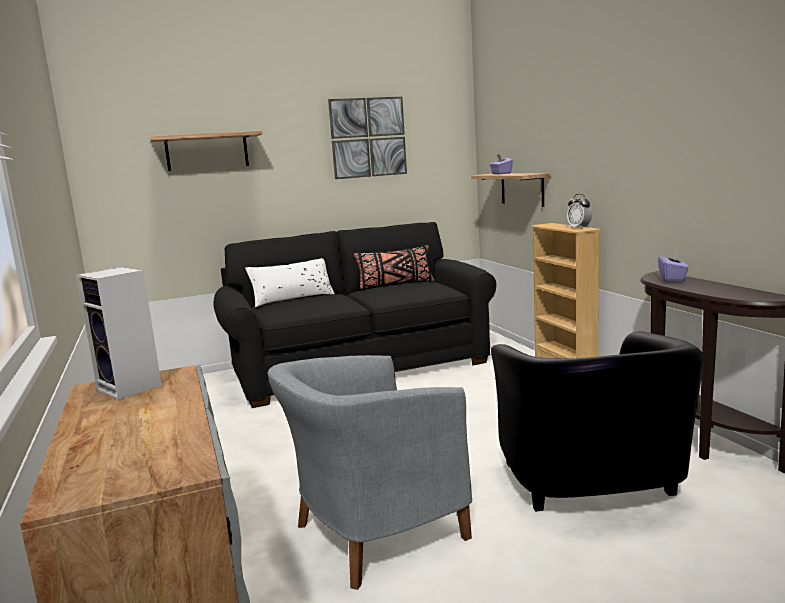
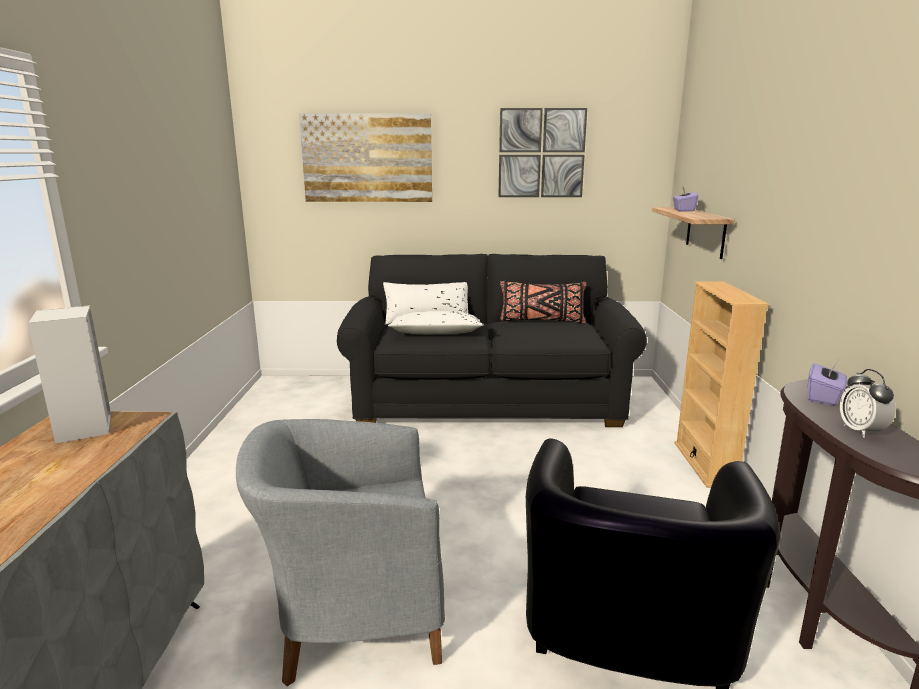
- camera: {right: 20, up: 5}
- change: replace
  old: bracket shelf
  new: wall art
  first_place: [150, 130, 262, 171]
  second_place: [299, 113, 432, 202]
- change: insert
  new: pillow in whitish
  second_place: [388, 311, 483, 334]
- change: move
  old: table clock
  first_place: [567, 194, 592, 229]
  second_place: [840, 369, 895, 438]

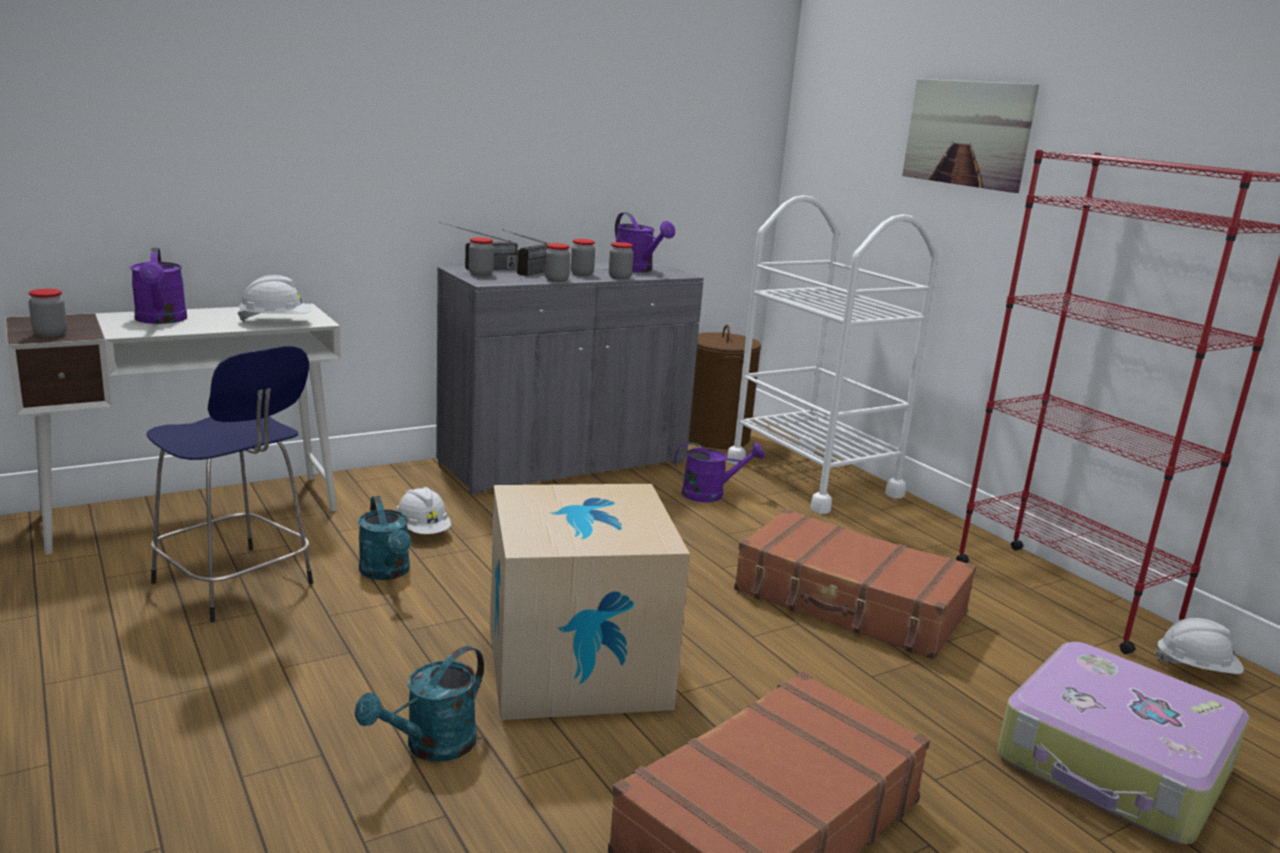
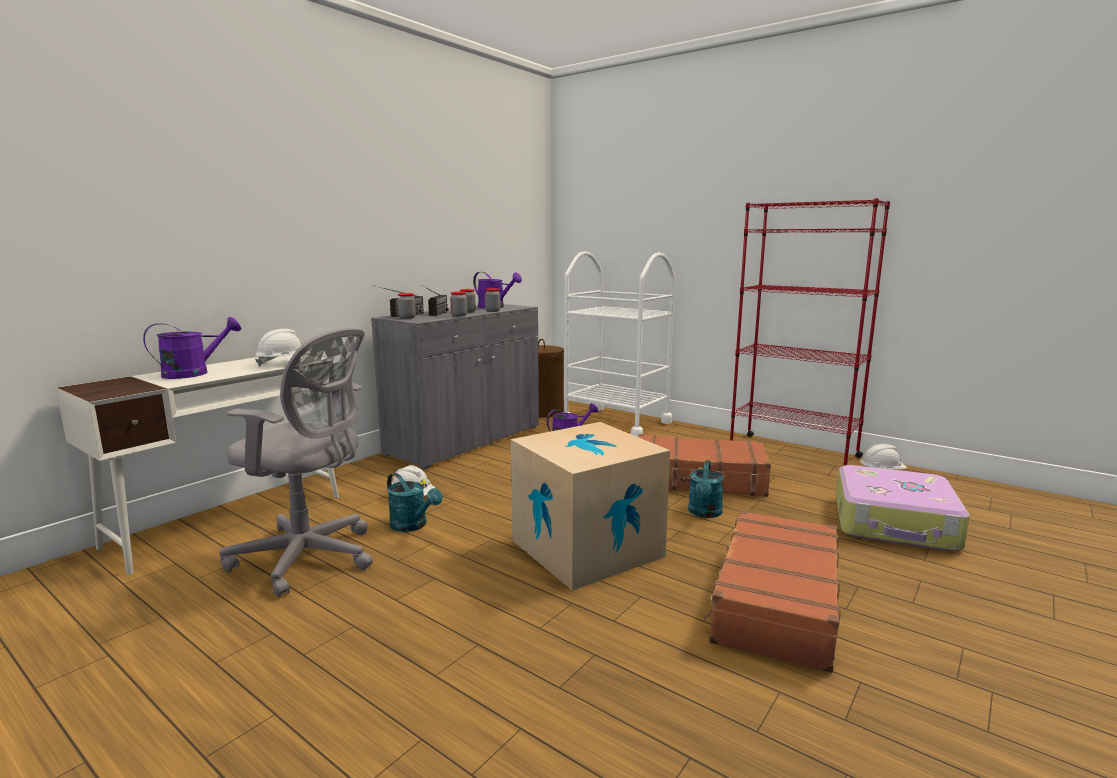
- camera: {right: -20, up: -5}
- change: rotate
  old: sprinkling can in purplish
  first_place: [130, 248, 187, 324]
  second_place: [143, 317, 241, 379]
  degrees: -90
- change: replace
  old: stool seat in bluish
  new: office chair in gray
  first_place: [146, 346, 313, 622]
  second_place: [219, 328, 373, 597]
- change: move
  old: sprinkling can in turquoise
  first_place: [355, 646, 484, 762]
  second_place: [688, 460, 724, 518]
- change: delete
  old: storage jar
  first_place: [29, 289, 67, 337]
- change: delete
  old: wall art
  first_place: [902, 79, 1039, 193]

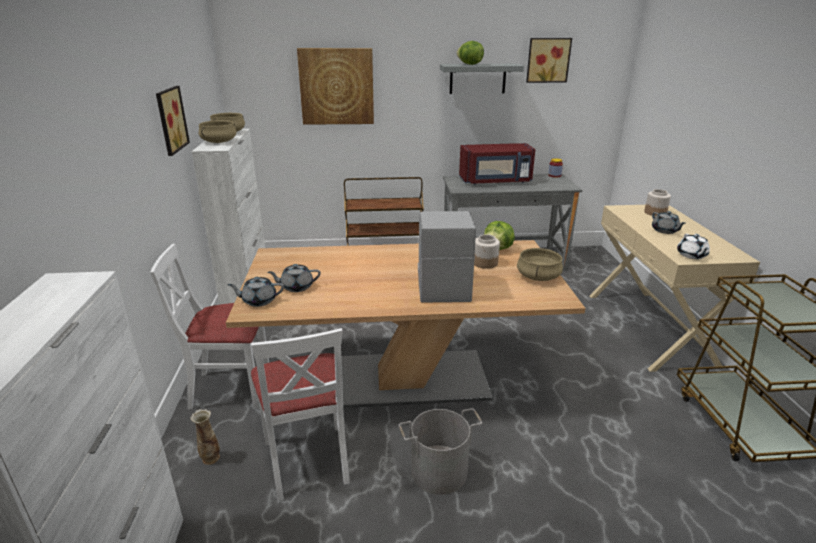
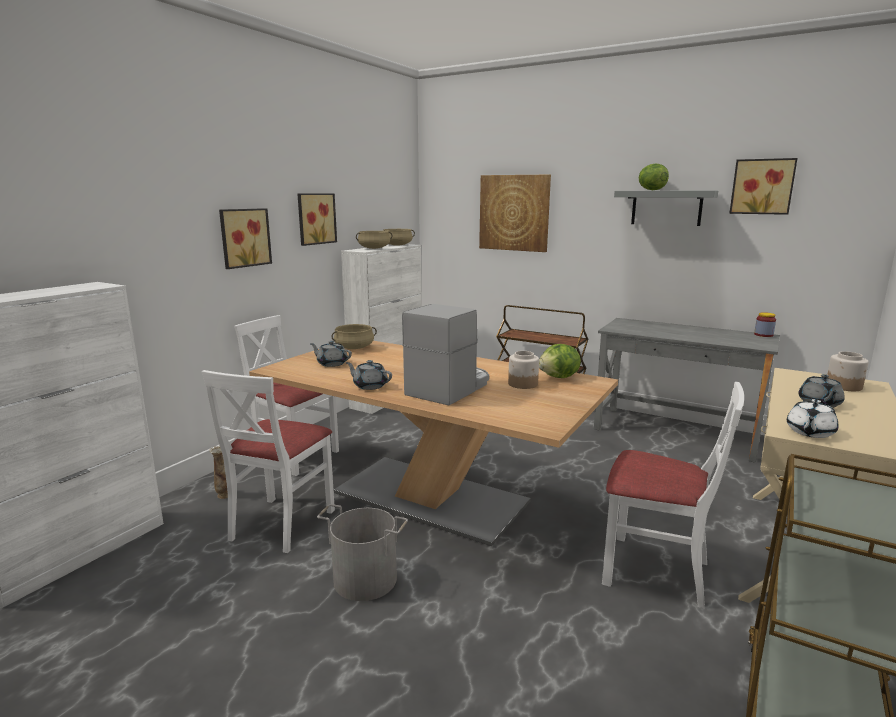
- camera: {right: 35, up: -10}
- change: insert
  new: wall art
  second_place: [219, 208, 272, 269]
- change: move
  old: cooking pot in beige
  first_place: [517, 248, 563, 281]
  second_place: [331, 324, 377, 349]
- change: move
  old: tea pot in gray
  first_place: [227, 277, 284, 307]
  second_place: [346, 360, 392, 390]
- change: insert
  new: upright chair in whitish
  second_place: [602, 381, 744, 608]
- change: delete
  old: microwave oven in red-coloured
  first_place: [459, 143, 535, 185]

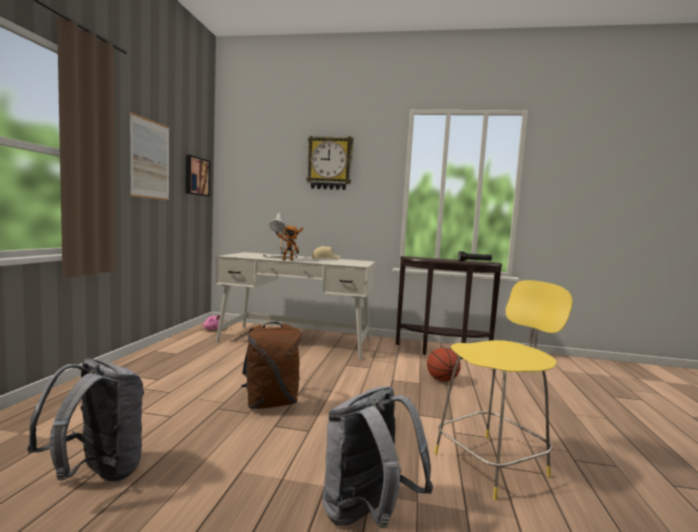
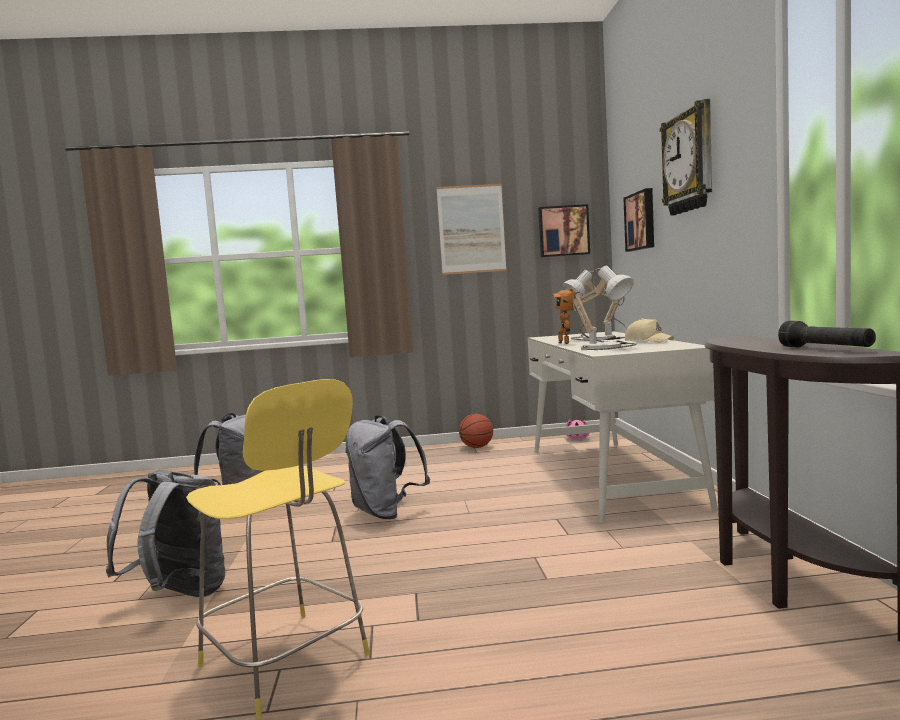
- camera: {right: 75, up: 0}
- change: recolor
  old: rucksack in brown
  new: rucksack in gray
  first_place: [241, 322, 301, 409]
  second_place: [345, 415, 430, 519]
- change: move
  old: basketball
  first_place: [427, 348, 461, 382]
  second_place: [459, 414, 493, 448]
- change: insert
  new: tabletop lamp
  second_place: [573, 266, 637, 350]
- change: insert
  new: wall art
  second_place: [623, 188, 654, 252]

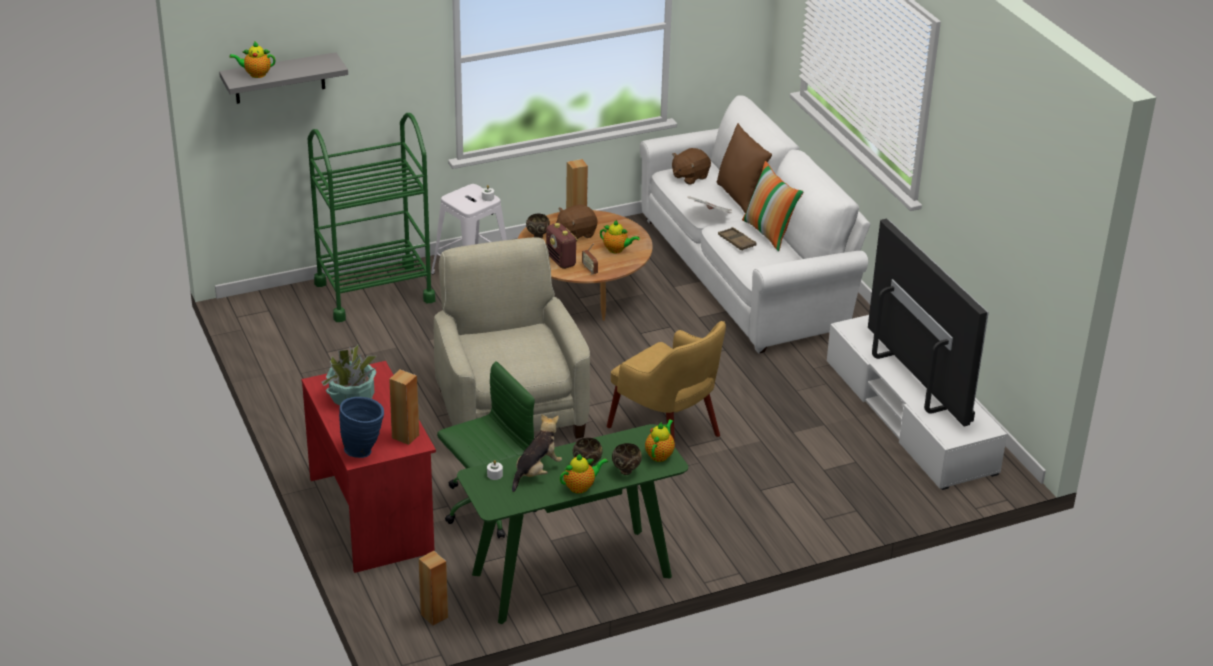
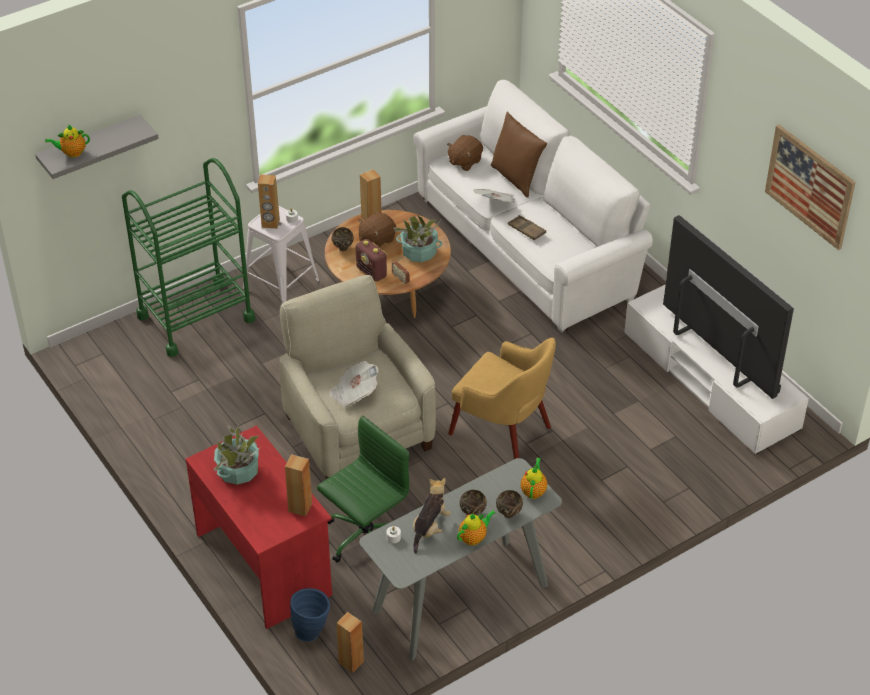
- camera: {right: -10, up: 10}
- change: insert
  new: speaker in brown
  second_place: [258, 174, 280, 229]
- change: move
  old: decorative vase in bluish
  first_place: [339, 397, 384, 458]
  second_place: [290, 588, 330, 641]
- change: insert
  new: daily paper
  second_place: [329, 361, 379, 408]
- change: recolor
  old: hall table in green
  new: hall table in gray
  first_place: [457, 424, 688, 624]
  second_place: [359, 458, 562, 661]
- change: replace
  old: tea pot
  new: houseplant
  first_place: [600, 220, 640, 253]
  second_place: [393, 215, 442, 262]
- change: insert
  new: wall art
  second_place: [765, 125, 855, 250]
- change: delete
  old: pillow
  first_place: [742, 161, 803, 251]

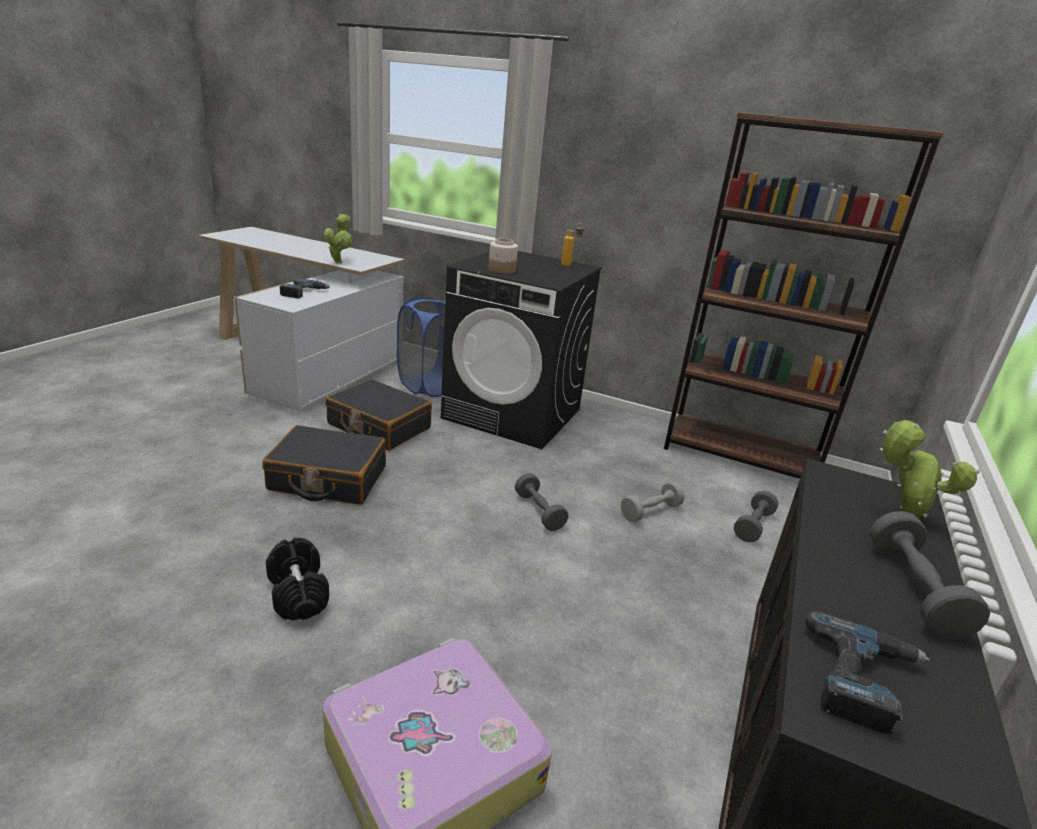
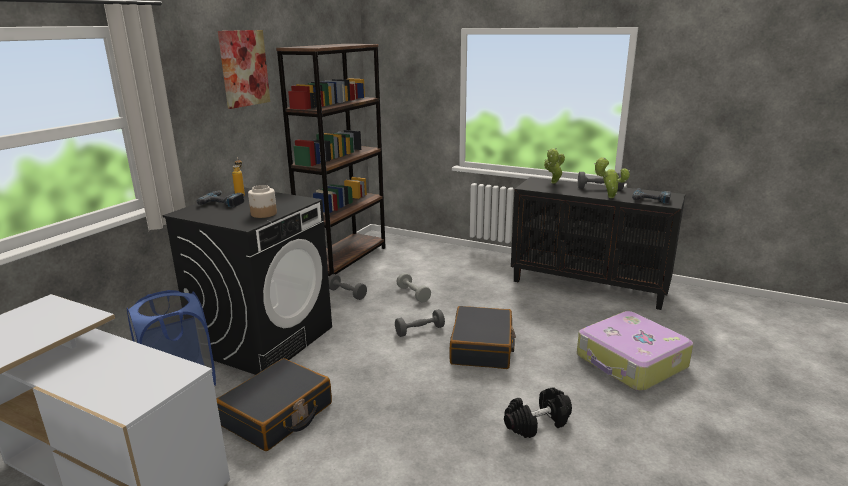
- camera: {right: -85, up: -5}
- change: move
  old: electric drill
  first_place: [280, 278, 330, 298]
  second_place: [197, 190, 244, 208]
- change: insert
  new: wall art
  second_place: [218, 30, 270, 109]
- change: move
  old: free weight in gray
  first_place: [734, 491, 778, 542]
  second_place: [328, 274, 367, 300]
- change: move
  old: suitcase in black-coloured
  first_place: [262, 425, 386, 505]
  second_place: [450, 306, 516, 369]
- change: move
  old: houseplant
  first_place: [324, 214, 352, 264]
  second_place: [594, 157, 630, 198]

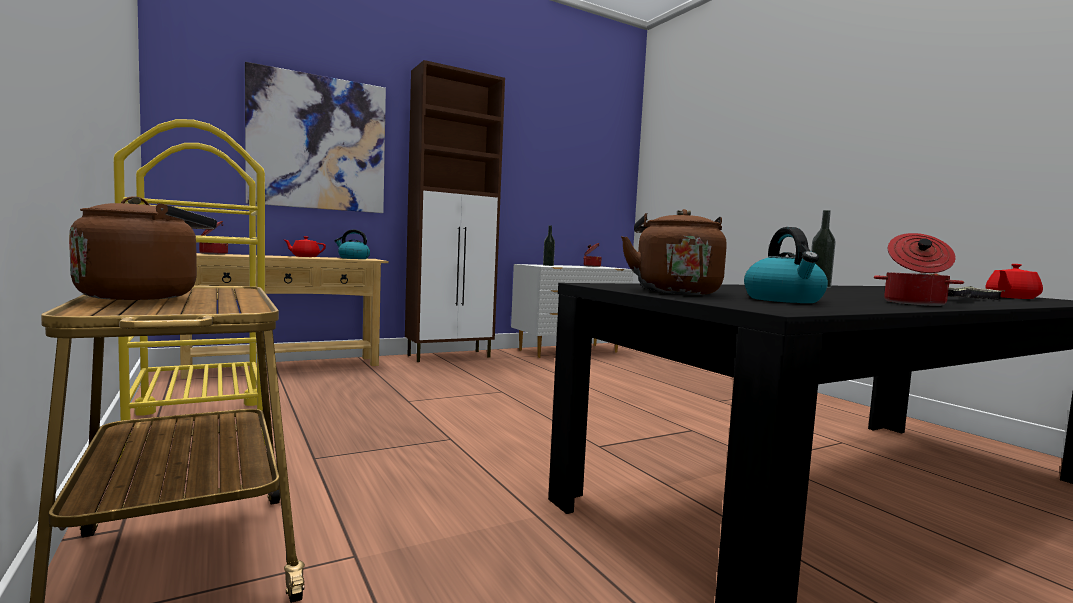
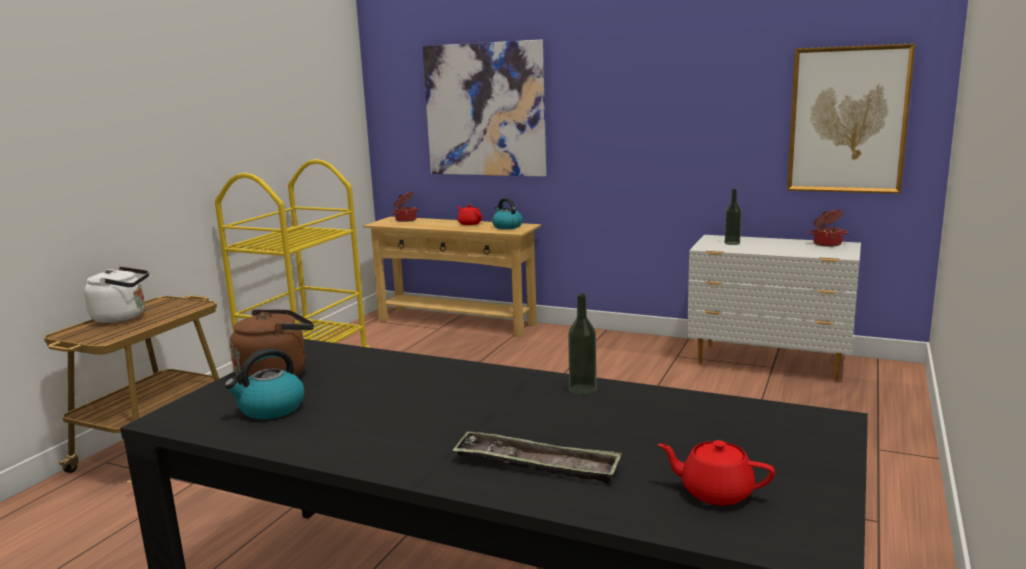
- camera: {right: 55, up: 10}
- change: recolor
  old: tea kettle in brown
  new: tea kettle in whitish
  first_place: [69, 196, 217, 300]
  second_place: [84, 266, 149, 323]
- change: insert
  new: wall art
  second_place: [787, 43, 915, 194]
- change: delete
  old: storage cabinet in brown
  first_place: [405, 60, 505, 362]
- change: delete
  old: cooking pot
  first_place: [874, 233, 964, 306]

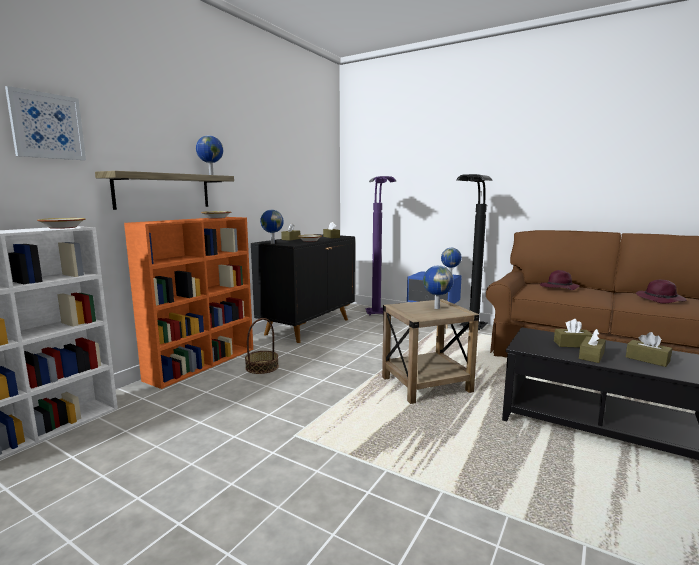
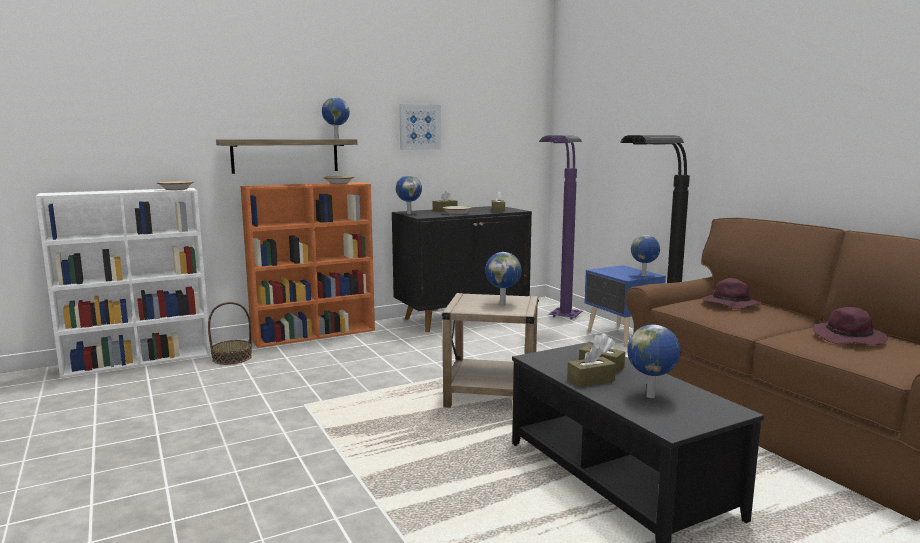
- camera: {right: 30, up: 0}
- change: move
  old: basket
  first_place: [245, 318, 279, 374]
  second_place: [208, 302, 252, 365]
- change: move
  old: wall art
  first_place: [5, 86, 86, 160]
  second_place: [399, 104, 441, 150]
- change: replace
  old: tissue holder in brown
  new: desk globe
  first_place: [626, 332, 672, 367]
  second_place: [627, 324, 680, 398]

